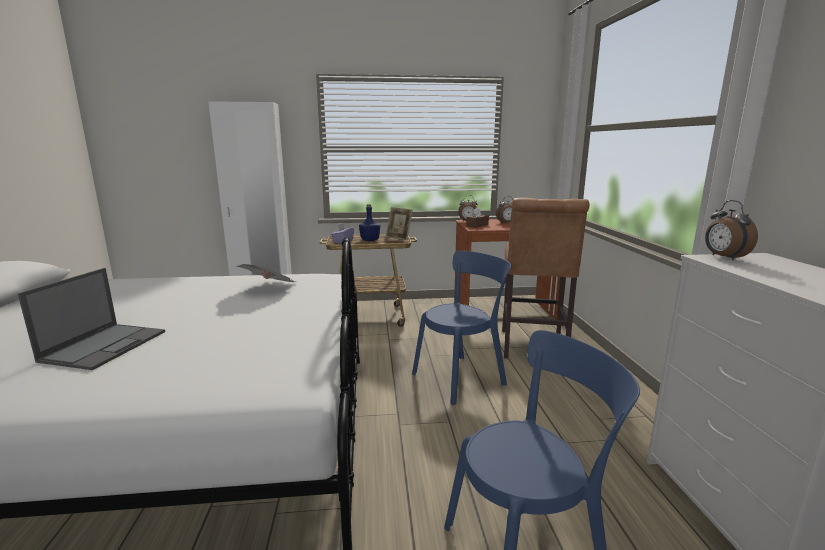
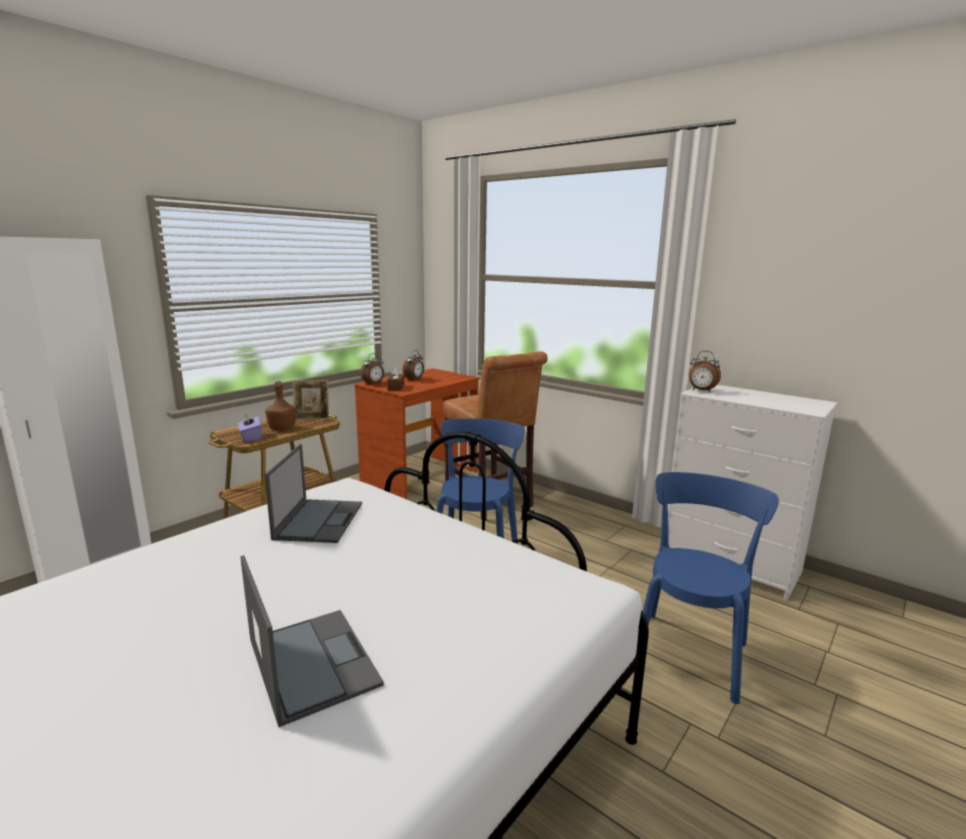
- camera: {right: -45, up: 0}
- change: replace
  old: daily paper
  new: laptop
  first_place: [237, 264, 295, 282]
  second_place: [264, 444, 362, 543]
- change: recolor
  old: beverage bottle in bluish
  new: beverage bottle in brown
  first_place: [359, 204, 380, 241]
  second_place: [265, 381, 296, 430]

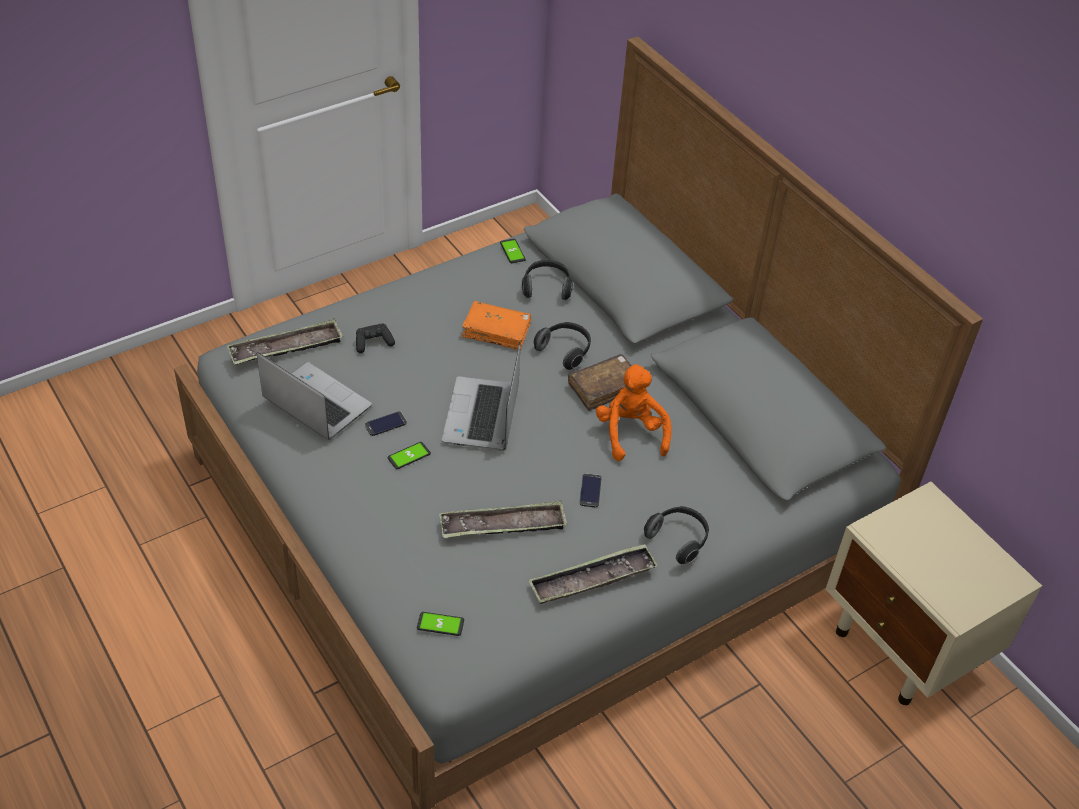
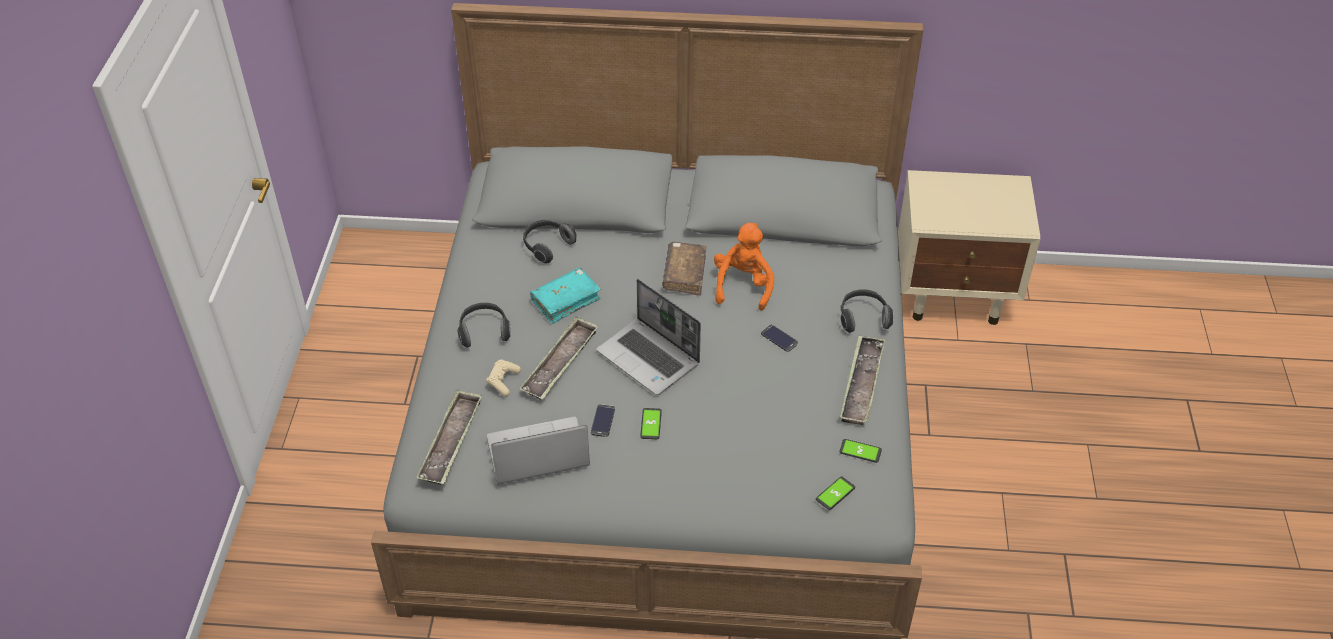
- camera: {right: -50, up: 0}
- change: move
  old: pair of headphones
  first_place: [533, 322, 591, 370]
  second_place: [457, 303, 511, 348]
- change: recolor
  old: joypad in black-coloured
  new: joypad in beige
  first_place: [356, 323, 395, 353]
  second_place: [486, 360, 521, 397]
- change: move
  old: carrying tray
  first_place: [439, 501, 567, 538]
  second_place: [520, 317, 598, 400]
- change: recolor
  old: volume in orangey
  new: volume in turquoise
  first_place: [462, 301, 531, 351]
  second_place: [530, 268, 601, 324]
- change: rotate
  old: plush toy in orangey
  first_place: [596, 364, 672, 461]
  second_place: [714, 223, 774, 311]
  degrees: 75
- change: move
  old: telephone
  first_place: [500, 239, 526, 263]
  second_place: [839, 439, 882, 463]

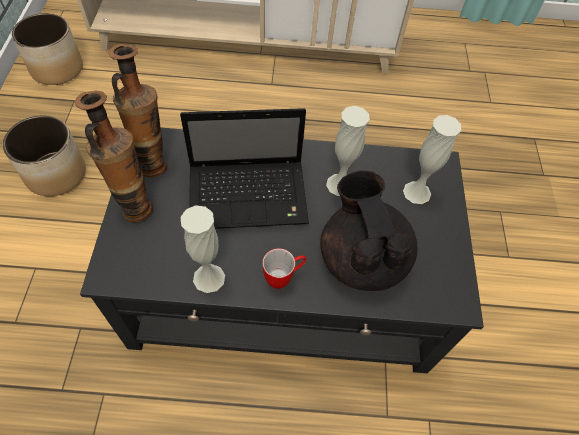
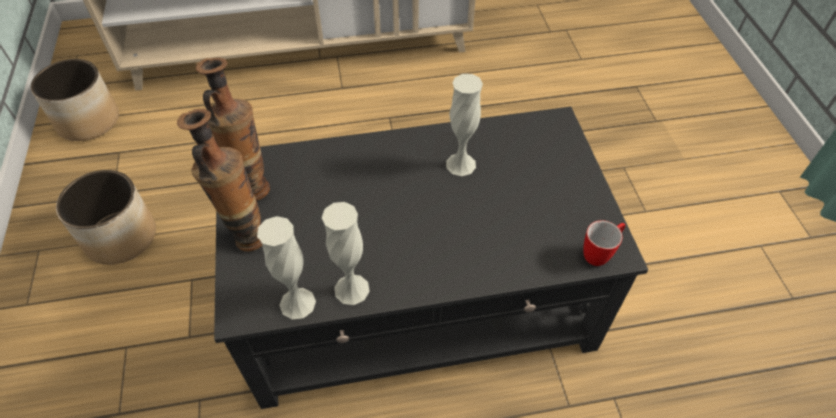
- camera: {right: -10, up: -5}
- change: move
  old: decorative vase in whitish
  first_place: [403, 115, 461, 204]
  second_place: [257, 216, 316, 319]
- change: move
  old: mug
  first_place: [262, 248, 306, 289]
  second_place: [583, 220, 625, 266]
- change: delete
  old: laptop
  first_place: [180, 108, 309, 229]
- change: delete
  old: tea pot in black-coloured
  first_place: [320, 170, 417, 291]

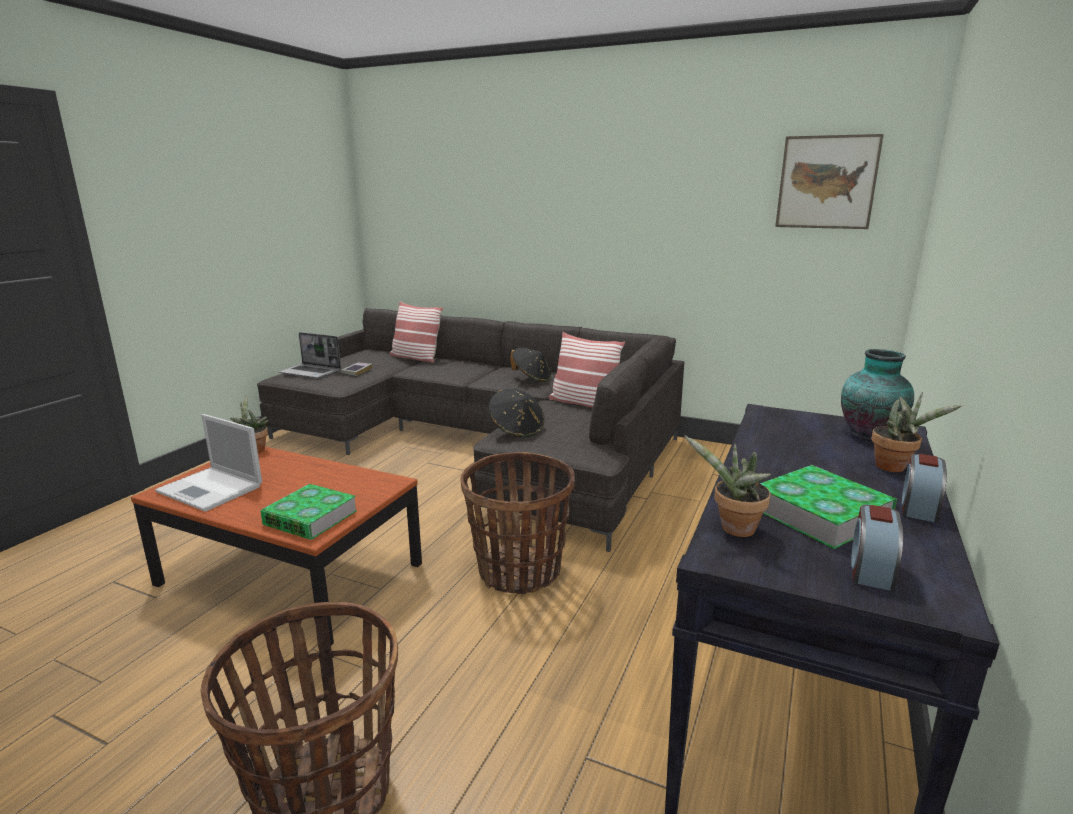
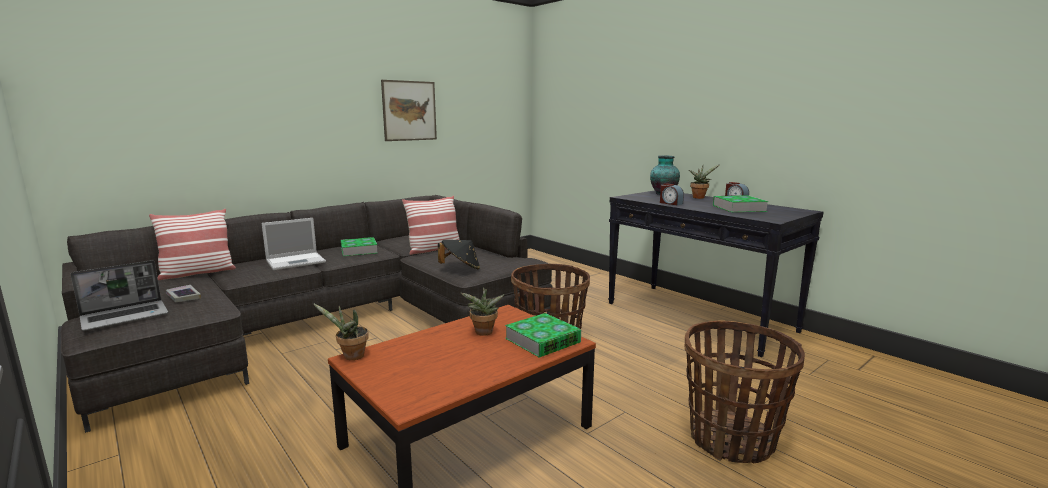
- camera: {right: -65, up: -5}
- change: move
  old: laptop
  first_place: [155, 414, 262, 512]
  second_place: [262, 218, 326, 270]
- change: replace
  old: clothing hat in black-coloured
  new: volume
  first_place: [510, 348, 552, 382]
  second_place: [341, 237, 378, 256]
- change: move
  old: wall art
  first_place: [775, 134, 884, 229]
  second_place: [381, 80, 437, 141]
- change: move
  old: houseplant
  first_place: [684, 435, 771, 537]
  second_place: [461, 287, 505, 336]
- change: move
  old: table clock
  first_place: [851, 504, 903, 591]
  second_place: [660, 183, 684, 205]

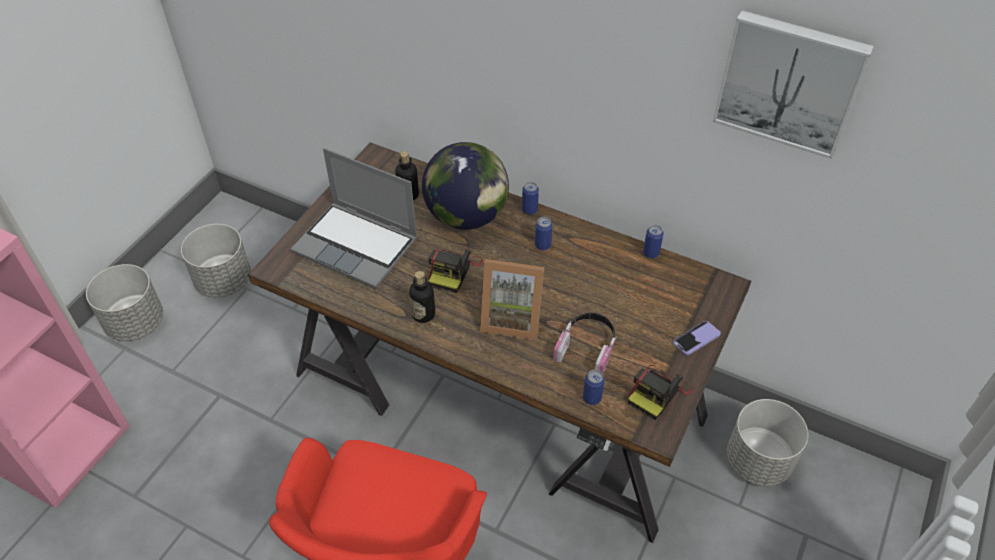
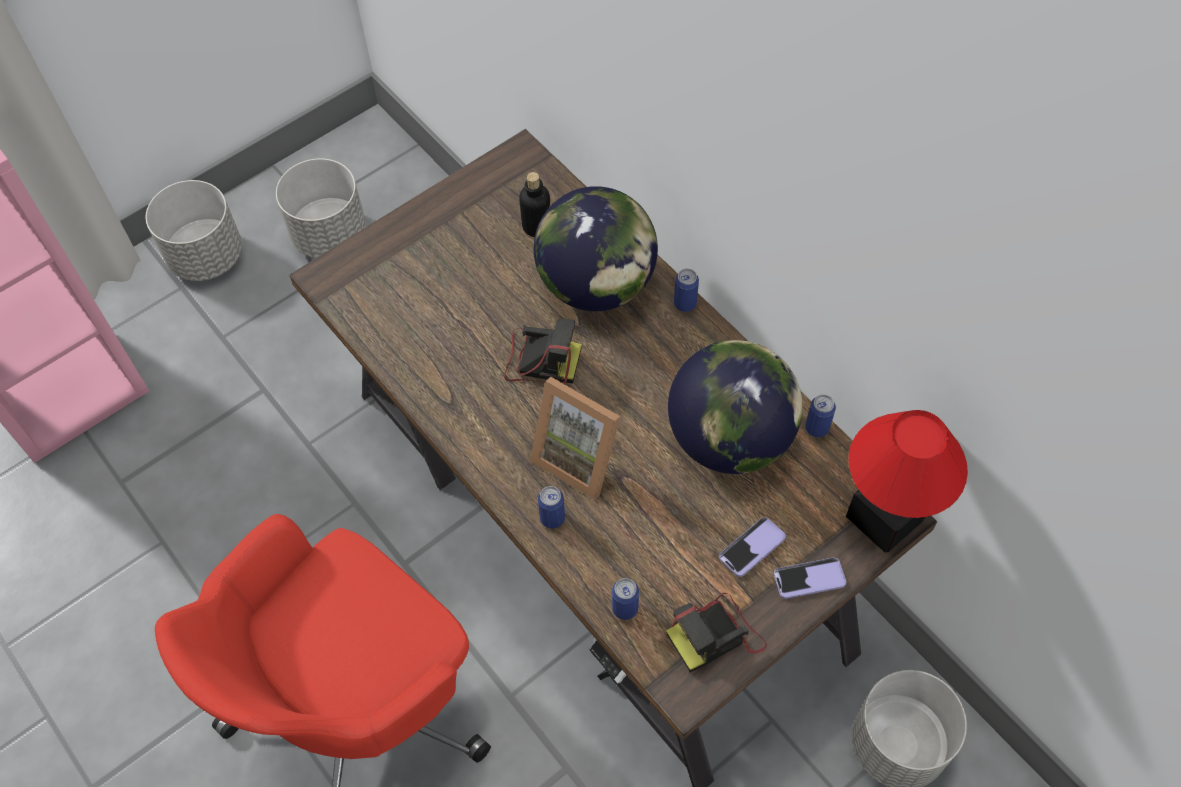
- camera: {right: 25, up: 10}
- change: rotate
  old: still camera
  first_place: [428, 248, 483, 293]
  second_place: [504, 318, 582, 384]
  degrees: -120
- change: move
  old: sealed can
  first_place: [535, 217, 553, 250]
  second_place: [538, 486, 565, 529]
- change: insert
  new: desk globe
  second_place: [668, 340, 803, 474]
- change: insert
  new: telephone
  second_place: [719, 517, 786, 577]
- change: insert
  new: tabletop lamp
  second_place: [846, 410, 968, 553]
- change: delete
  old: laptop
  first_place: [291, 148, 418, 289]
- change: delete
  old: beverage bottle
  first_place: [409, 271, 435, 323]
- change: delete
  old: pair of headphones
  first_place: [553, 313, 617, 374]
- change: delete
  old: wall art
  first_place: [713, 10, 874, 159]

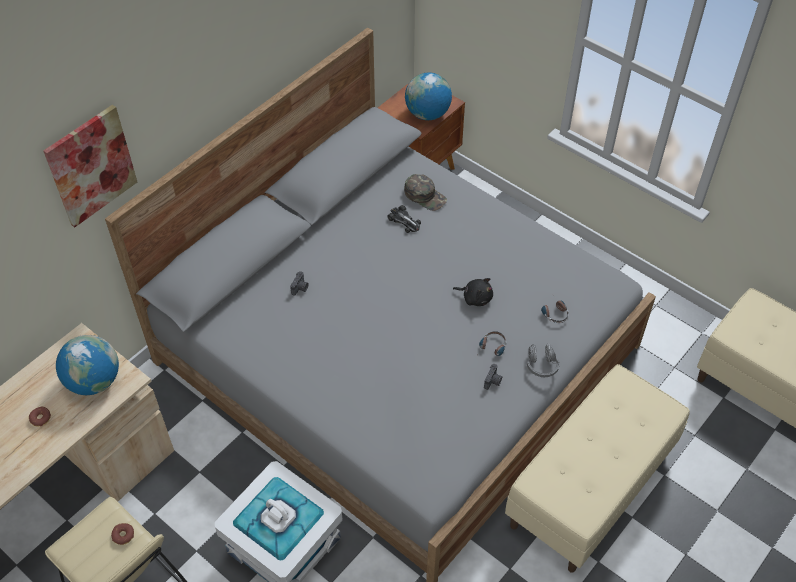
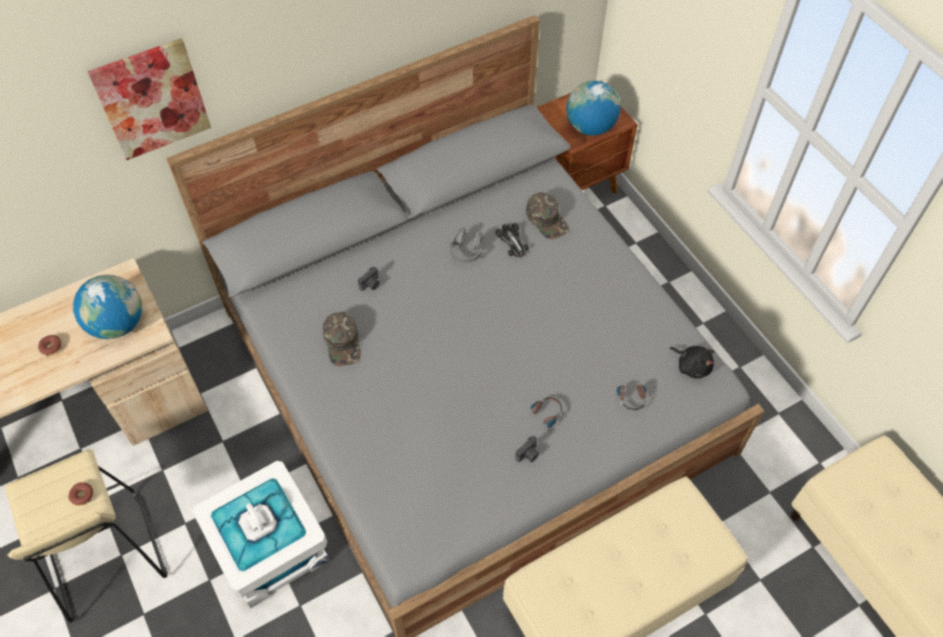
- camera: {right: 20, up: 5}
- change: insert
  new: cap in green
  second_place: [323, 312, 361, 366]
- change: move
  old: pair of headphones in gray
  first_place: [527, 344, 560, 377]
  second_place: [450, 228, 483, 262]
- change: move
  old: plush toy in black-coloured
  first_place: [453, 278, 493, 306]
  second_place: [669, 346, 715, 379]

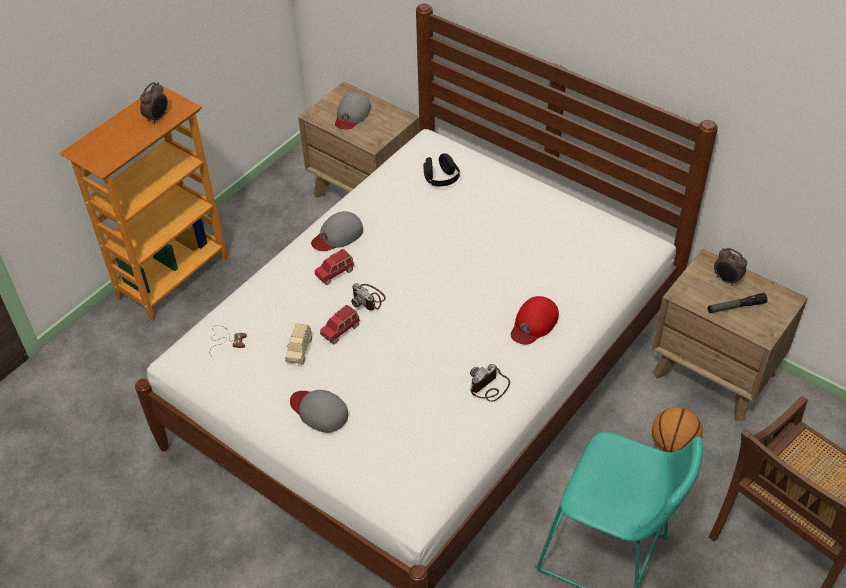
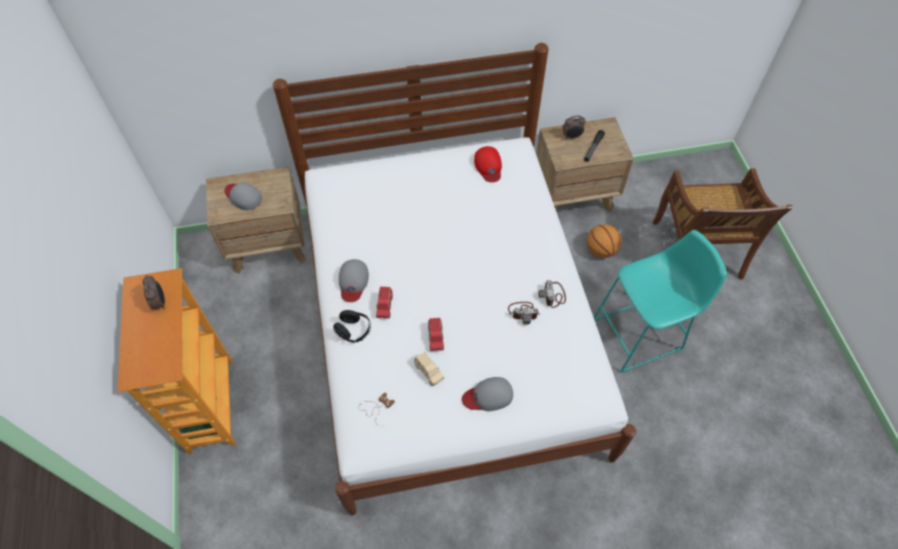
- camera: {right: -50, up: 10}
- change: rotate
  old: cap in gray
  first_place: [335, 92, 371, 129]
  second_place: [225, 183, 262, 210]
  degrees: 150
- change: move
  old: pair of headphones in black-coloured
  first_place: [423, 153, 460, 187]
  second_place: [333, 310, 371, 343]
- change: move
  old: cap in red-coloured
  first_place: [511, 296, 559, 345]
  second_place: [474, 146, 502, 182]
- change: move
  old: still camera
  first_place: [351, 283, 386, 311]
  second_place: [508, 302, 540, 325]

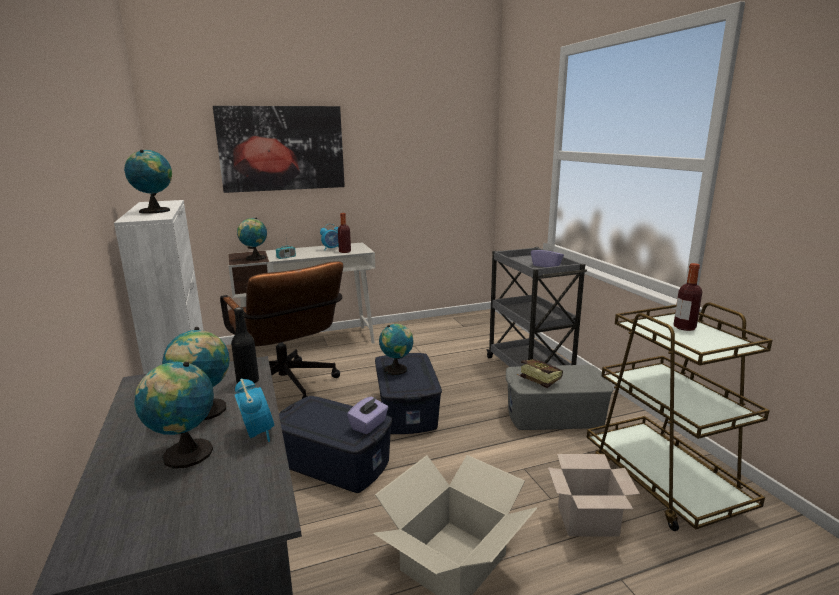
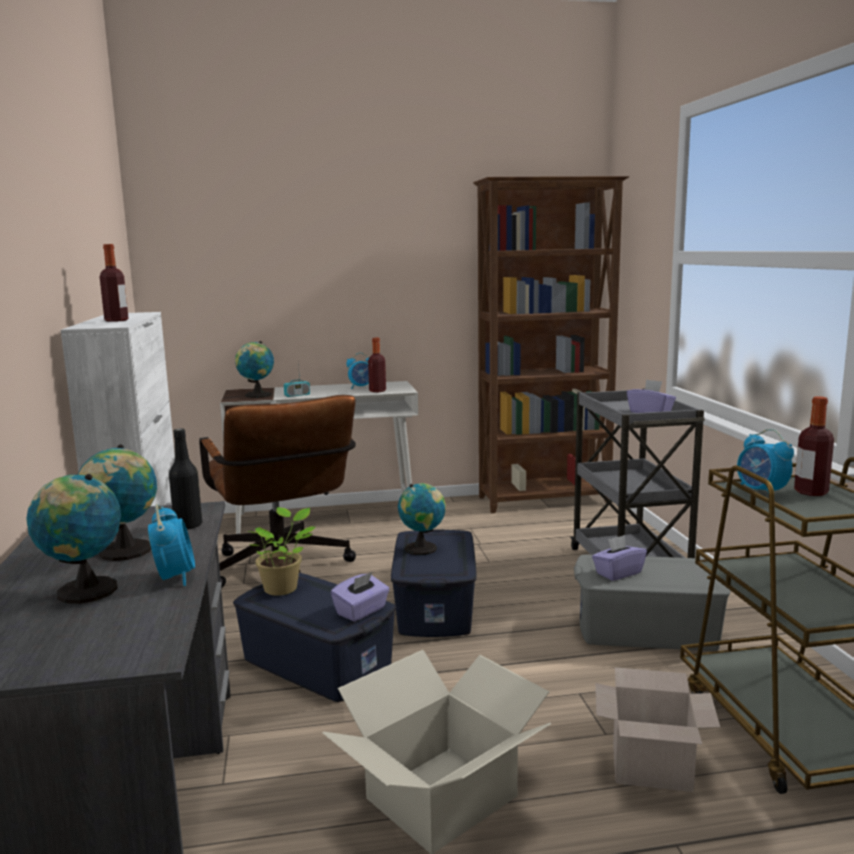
- camera: {right: 10, up: -5}
- change: replace
  old: desk globe
  new: beverage bottle
  first_place: [124, 150, 172, 214]
  second_place: [100, 244, 129, 322]
- change: insert
  new: houseplant
  second_place: [247, 507, 315, 596]
- change: insert
  new: bookcase in brown
  second_place: [473, 176, 629, 513]
- change: replace
  old: volume
  new: tissue holder in purplish
  first_place: [517, 359, 563, 388]
  second_place: [592, 535, 647, 581]
- change: insert
  new: table clock
  second_place: [737, 429, 794, 494]
- change: delete
  old: wall art
  first_place: [213, 106, 345, 193]

